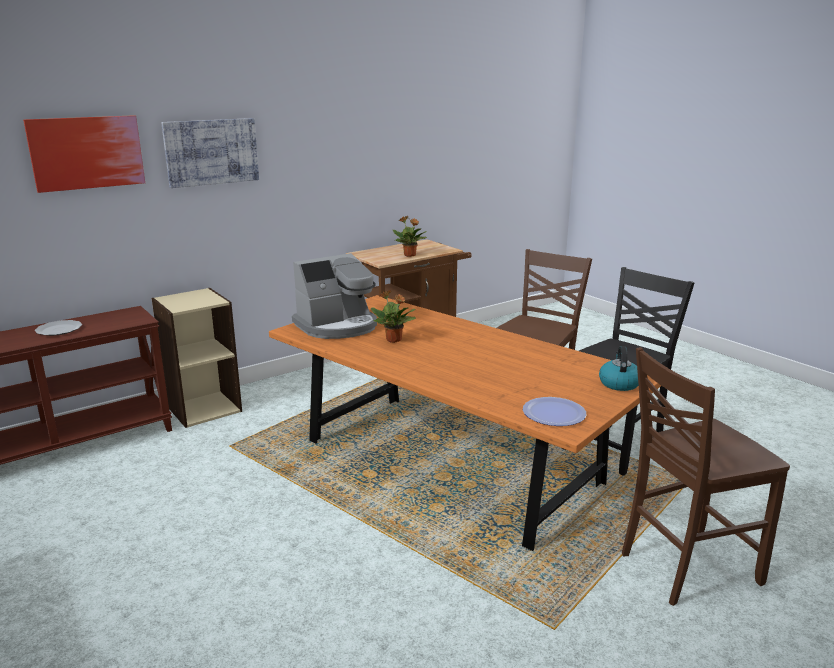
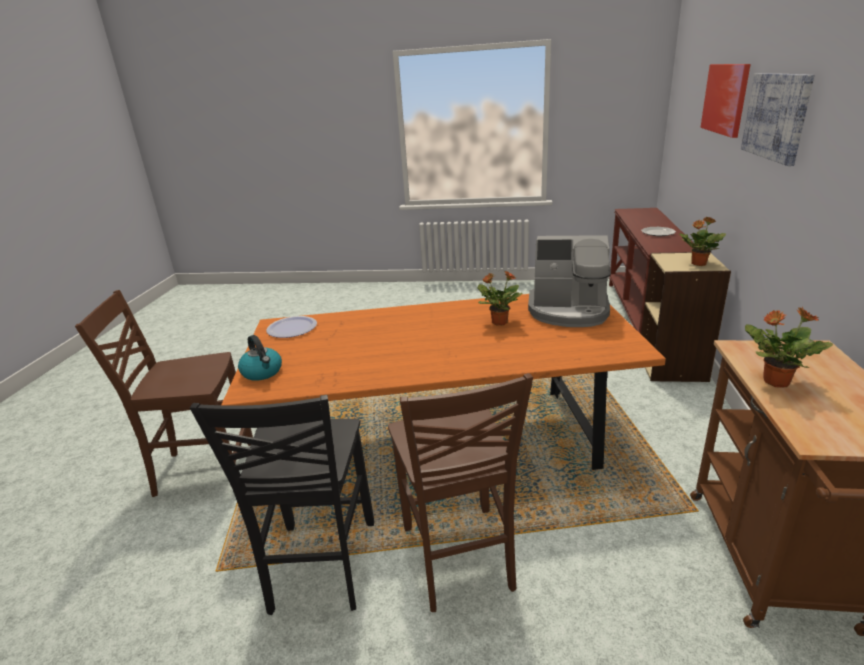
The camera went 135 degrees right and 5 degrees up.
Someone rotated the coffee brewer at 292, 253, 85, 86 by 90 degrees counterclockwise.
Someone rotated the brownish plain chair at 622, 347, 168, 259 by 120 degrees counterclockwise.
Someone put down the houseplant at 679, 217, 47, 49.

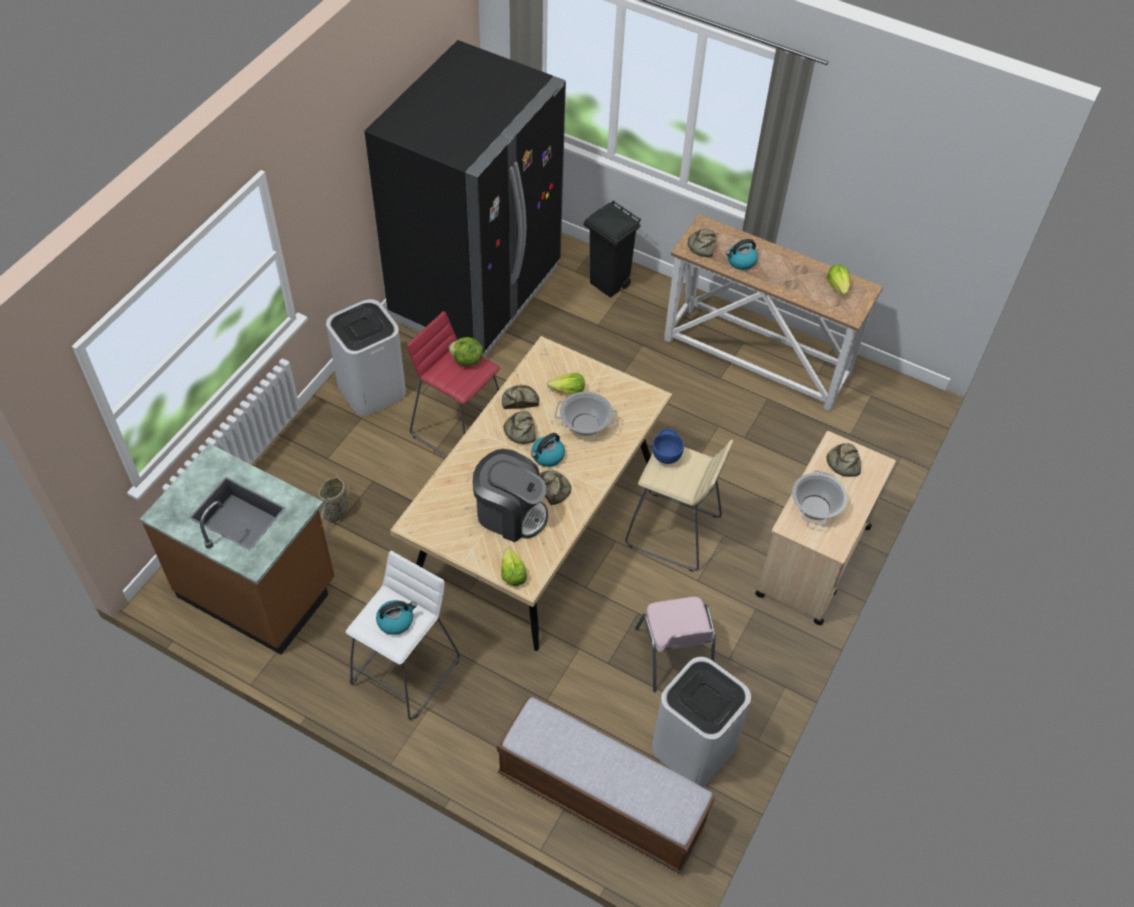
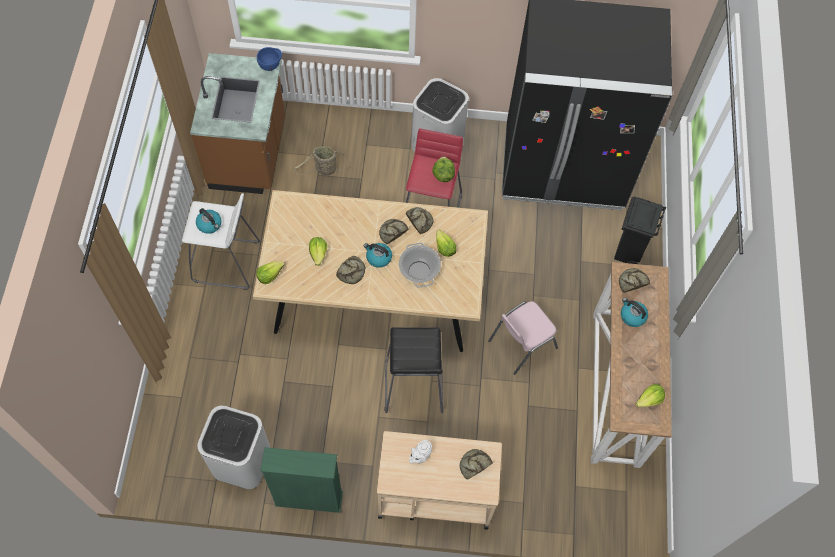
The camera went 65 degrees right and 10 degrees up.
Someone swapped the coffee brewer at 472, 449, 76, 93 for the lettuce at 309, 237, 18, 29.
Someone took away the long seat at 497, 697, 218, 177.
Someone repainted the beige sitting stool at 625, 440, 109, 132, which became the blackish sitting stool at 385, 327, 58, 86.
Someone carried the pinkish plain chair from 635, 597, 81, 96 to 488, 301, 70, 74.
Someone carried the blue-coloured serving bowl from 652, 429, 32, 35 to 257, 47, 25, 24.
Someone swapped the cooking pot at 792, 470, 56, 55 for the whitish tea pot at 409, 440, 23, 24.
Someone put down the greenish bookshelf at 260, 447, 83, 66.

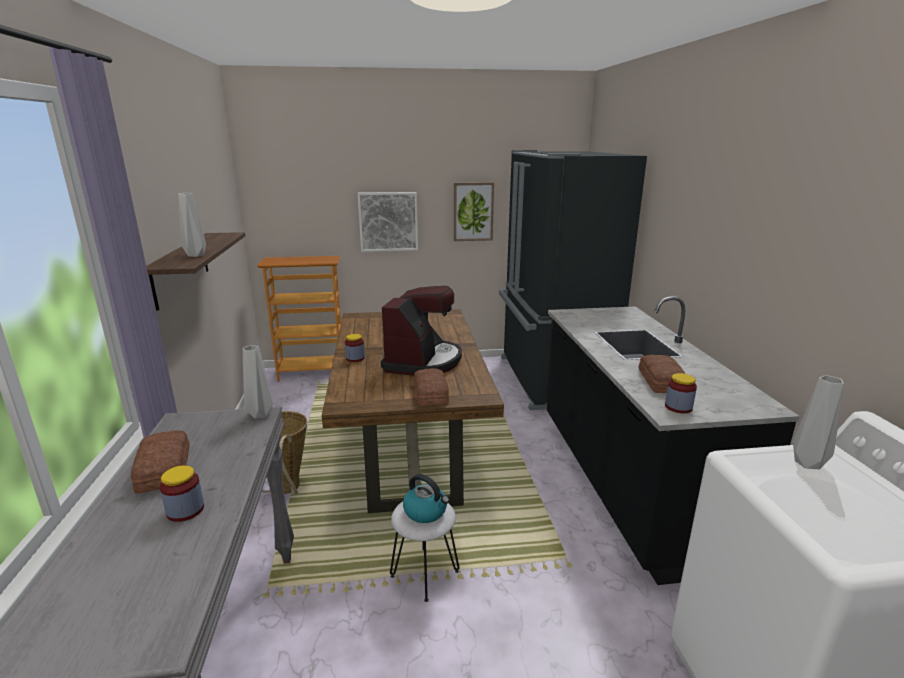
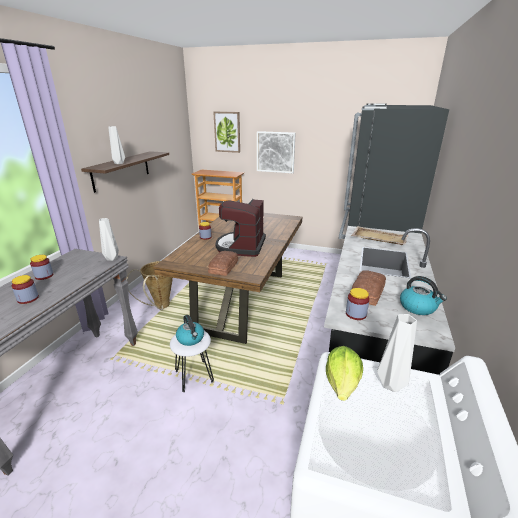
The camera went 25 degrees right and 5 degrees up.
Someone swapped the bread at 131, 430, 59, 64 for the storage jar at 30, 255, 23, 25.
Someone rotated the coffee brewer at 381, 286, 81, 90 by 150 degrees clockwise.
Someone carried the wall picture from 454, 182, 40, 59 to 213, 112, 27, 41.
Someone put down the lettuce at 326, 346, 37, 55.
Someone put down the beige carrying tray at 351, 226, 57, 19.
Someone put down the water kettle at 400, 276, 47, 39.

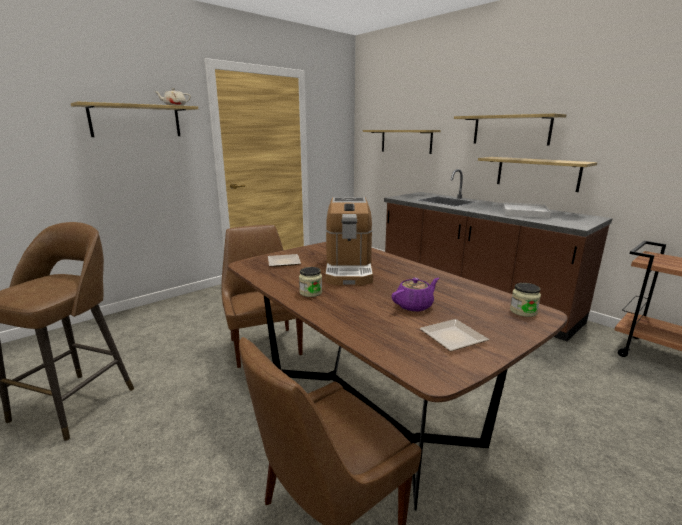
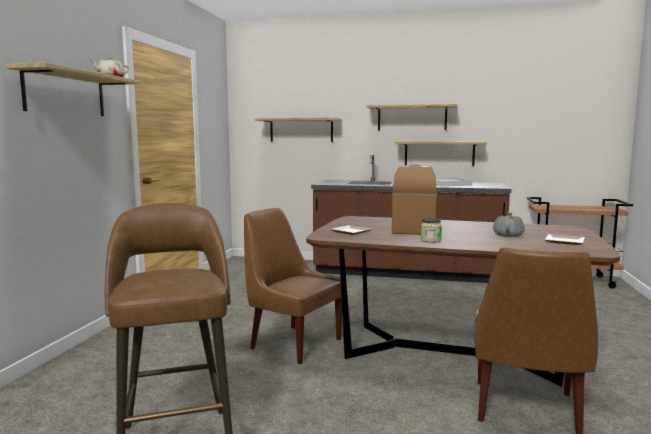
The camera went 35 degrees left and 10 degrees down.
Someone rotated the coffee brewer at 325, 197, 48, 88 by 135 degrees counterclockwise.
Someone repainted the purple tea pot at 392, 278, 47, 34, which became the gray tea pot at 493, 212, 32, 25.
Someone took away the storage jar at 510, 283, 31, 34.

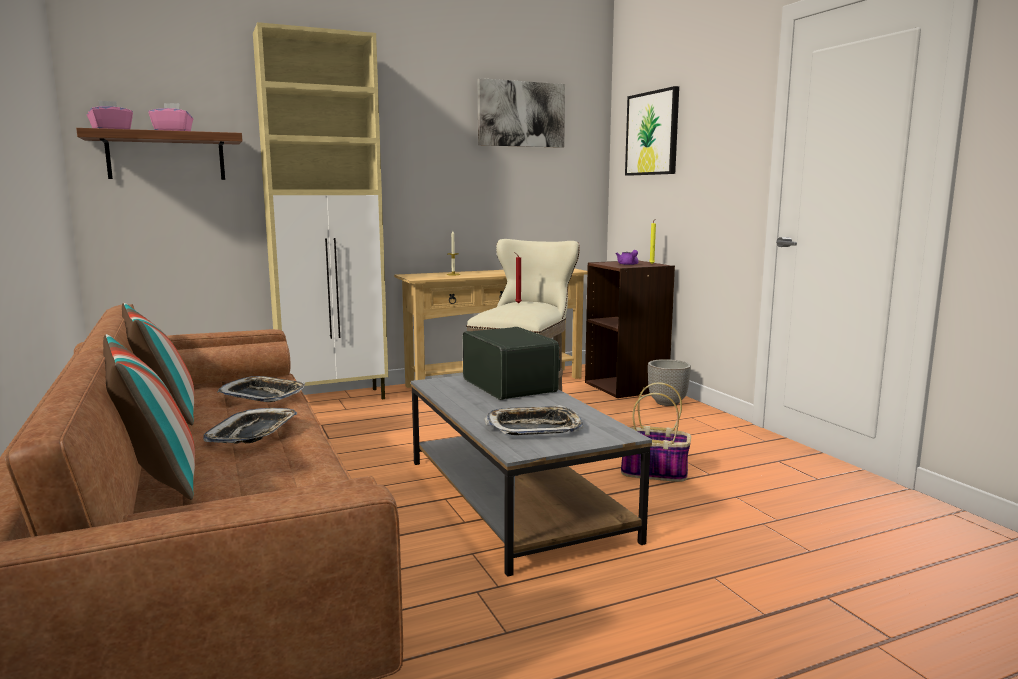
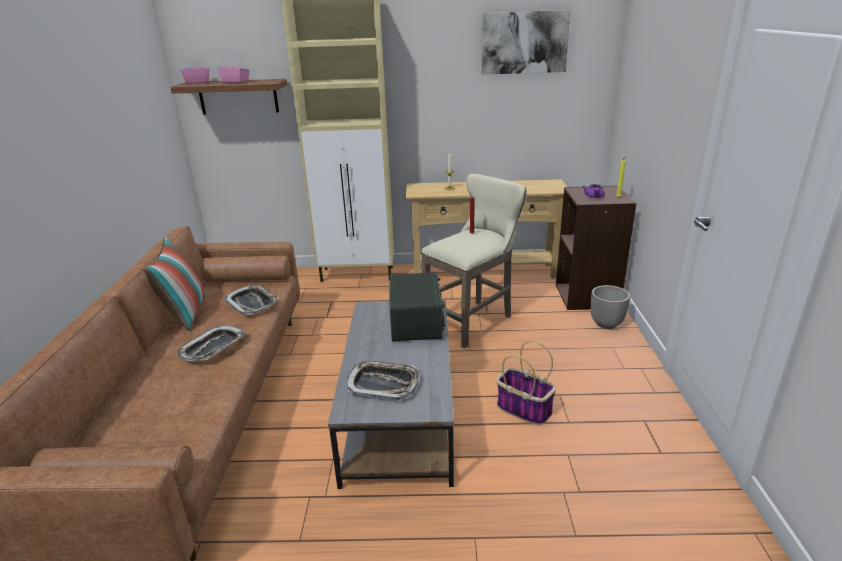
The camera went 25 degrees right and 15 degrees up.
Someone took away the cushion at 103, 334, 92, 166.
Someone took away the wall picture at 625, 86, 54, 90.

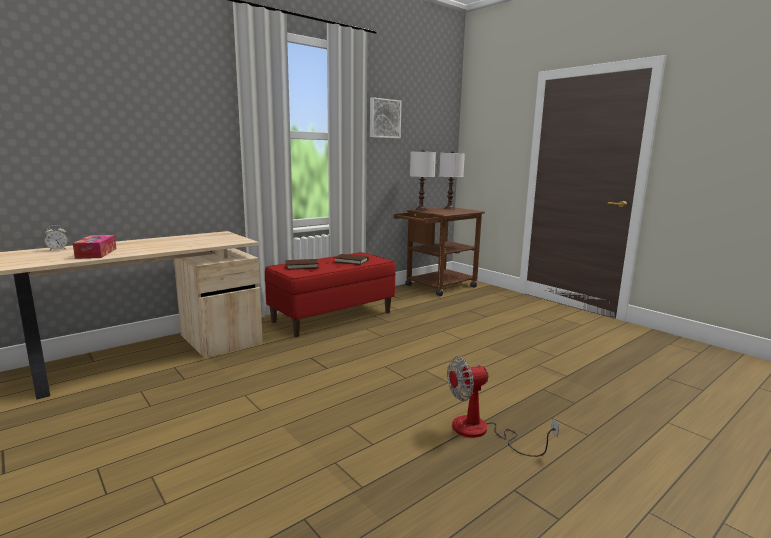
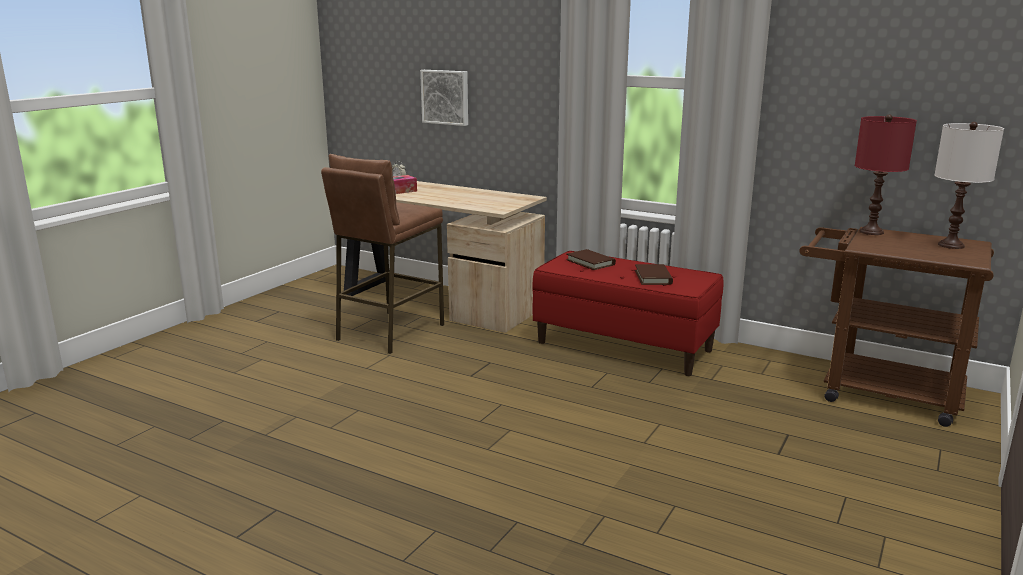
The camera went 70 degrees right and 5 degrees up.
Someone carried the wall picture from 370, 97, 32, 41 to 420, 70, 48, 56.
Someone repainted the whitish lamp for a table at 410, 149, 26, 62, which became the red-coloured lamp for a table at 855, 114, 62, 121.
Someone took away the cooling fan at 447, 356, 112, 101.
Someone put down the brownish sitting stool at 321, 154, 123, 200.

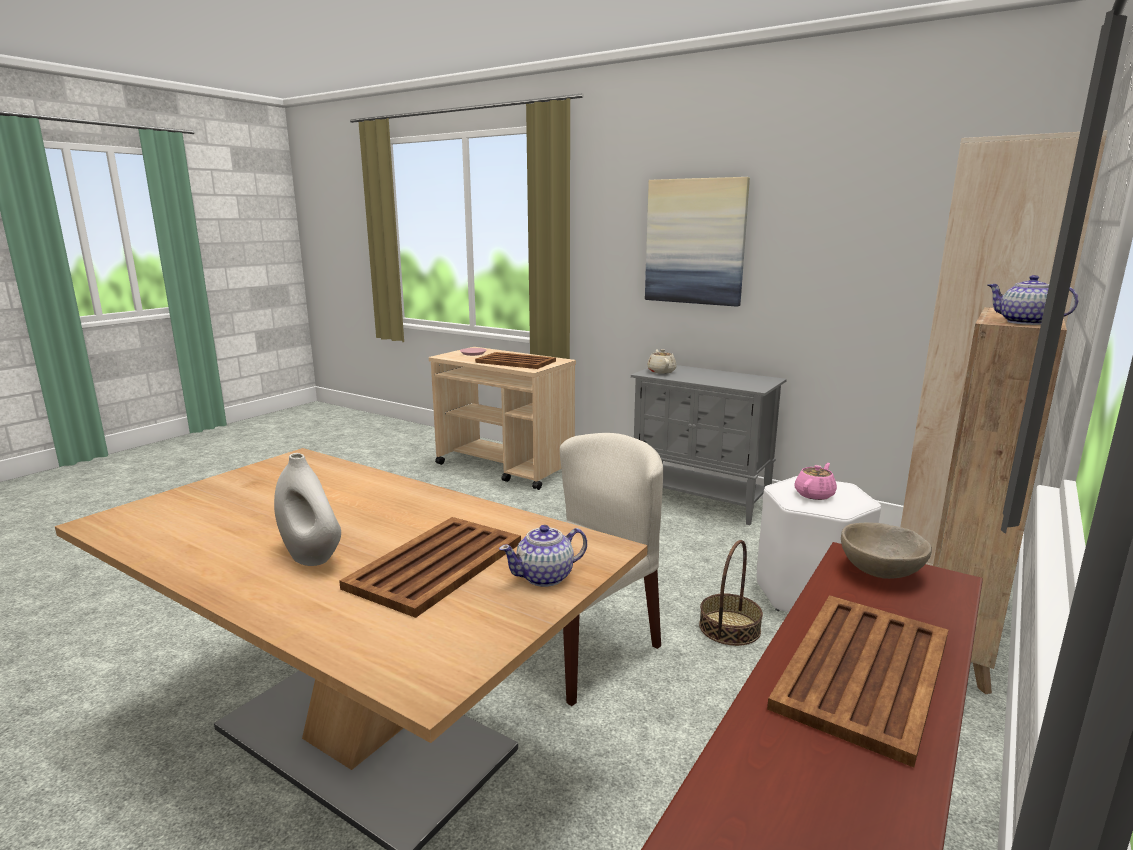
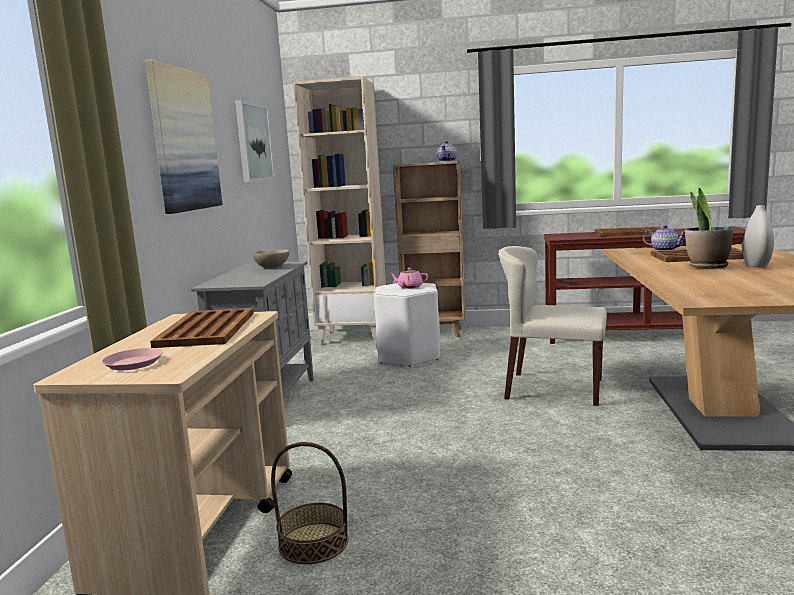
The camera went 115 degrees left and 5 degrees down.
Someone took away the beige tea pot at 647, 349, 30, 25.
Someone carried the basket from 699, 540, 64, 106 to 271, 442, 77, 122.
Someone carried the beige serving bowl from 841, 522, 91, 57 to 252, 249, 37, 19.
Someone put up the wall picture at 235, 100, 40, 82.
Someone put down the houseplant at 685, 188, 48, 80.

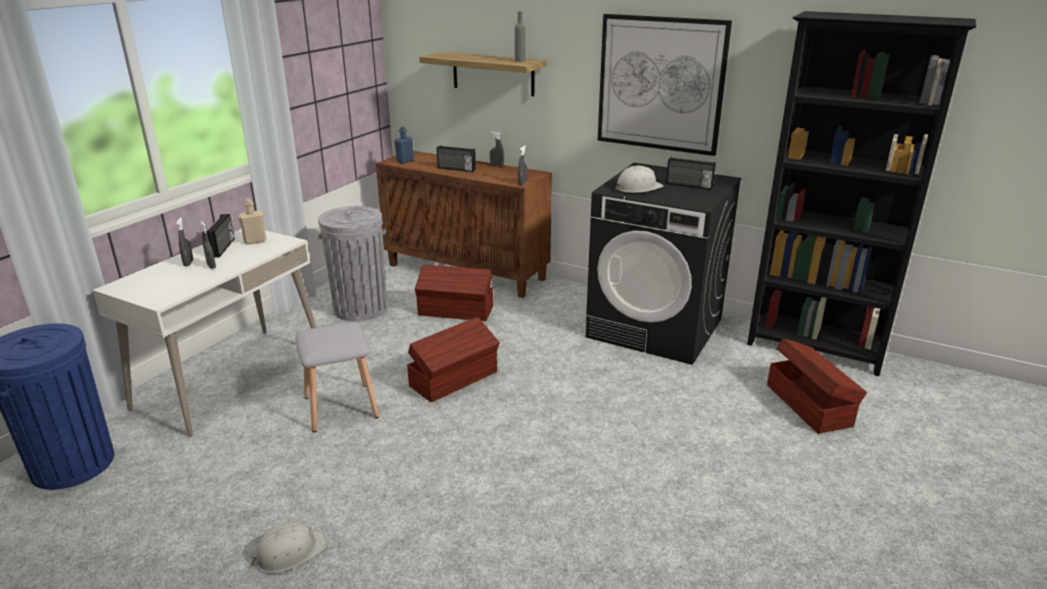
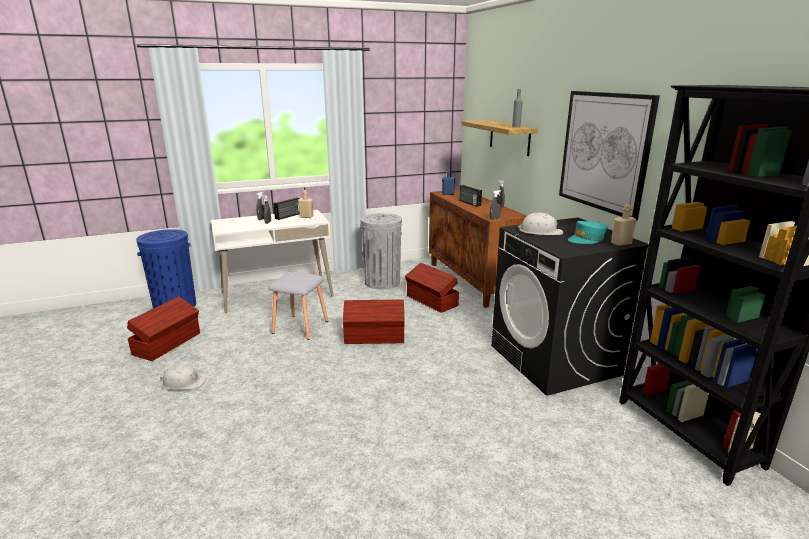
The camera went 40 degrees right and 5 degrees down.
Someone swapped the radio set at 666, 157, 50, 33 for the blue-green baseball cap at 568, 221, 40, 23.
Someone carried the brownish storage bin from 767, 338, 100, 96 to 127, 297, 73, 64.
Someone put down the beige drink bottle at 611, 205, 25, 41.

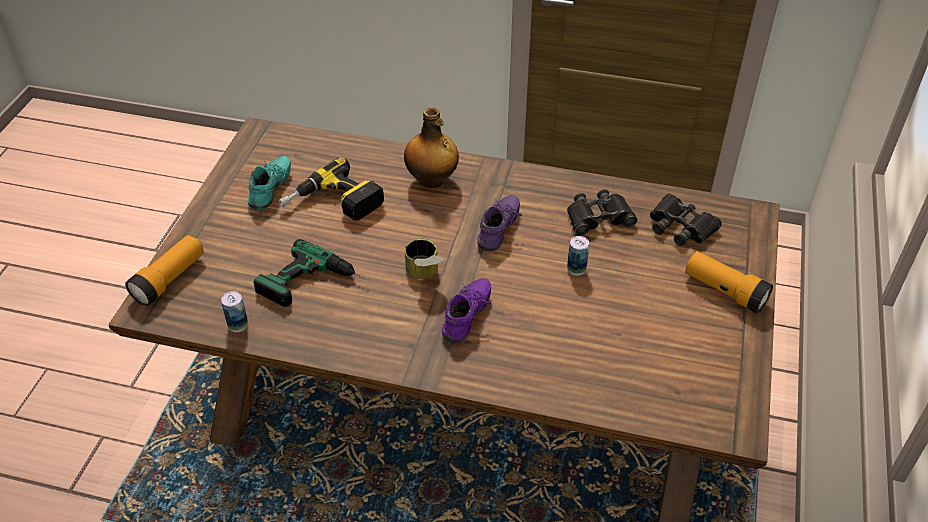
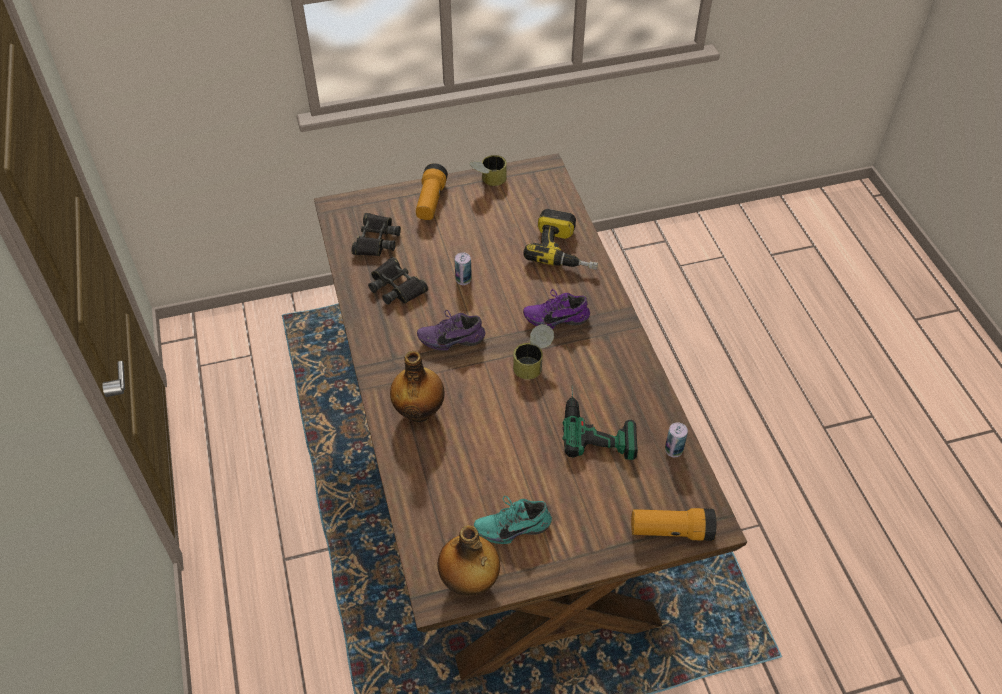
The camera went 120 degrees left and 5 degrees up.
Someone carried the drill from 278, 157, 106, 64 to 523, 209, 75, 61.
Someone put down the drink bottle at 438, 525, 62, 71.
Someone put down the metal can at 470, 155, 37, 31.

